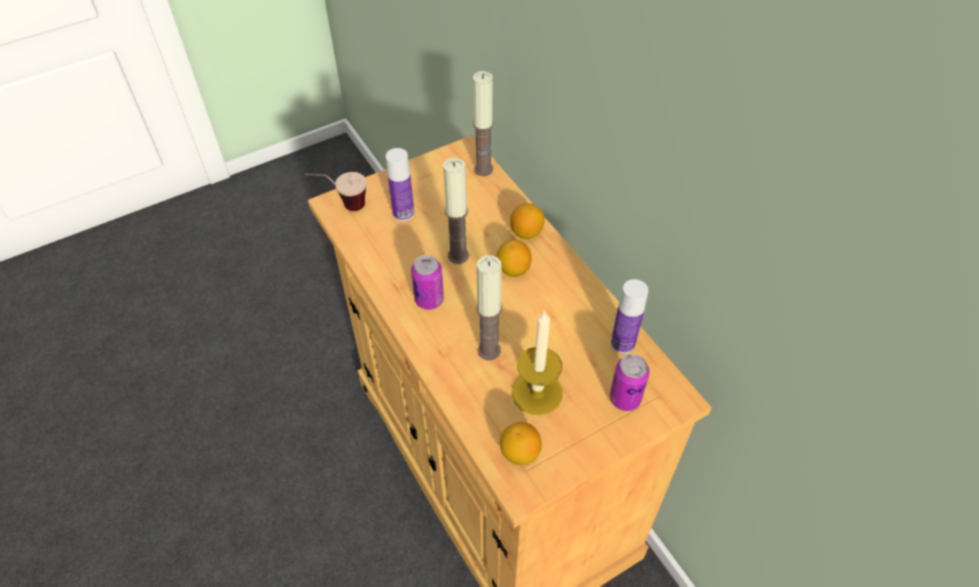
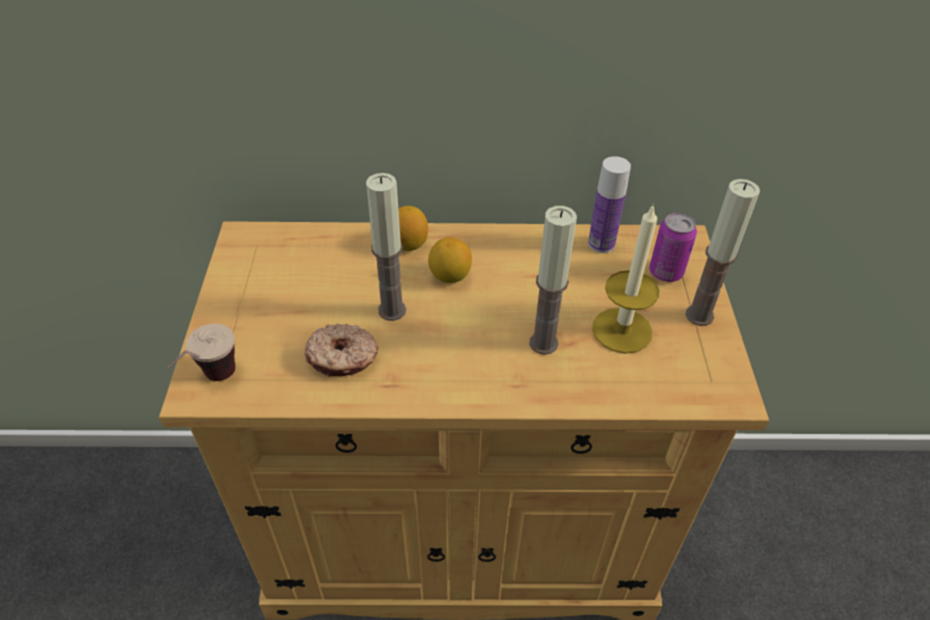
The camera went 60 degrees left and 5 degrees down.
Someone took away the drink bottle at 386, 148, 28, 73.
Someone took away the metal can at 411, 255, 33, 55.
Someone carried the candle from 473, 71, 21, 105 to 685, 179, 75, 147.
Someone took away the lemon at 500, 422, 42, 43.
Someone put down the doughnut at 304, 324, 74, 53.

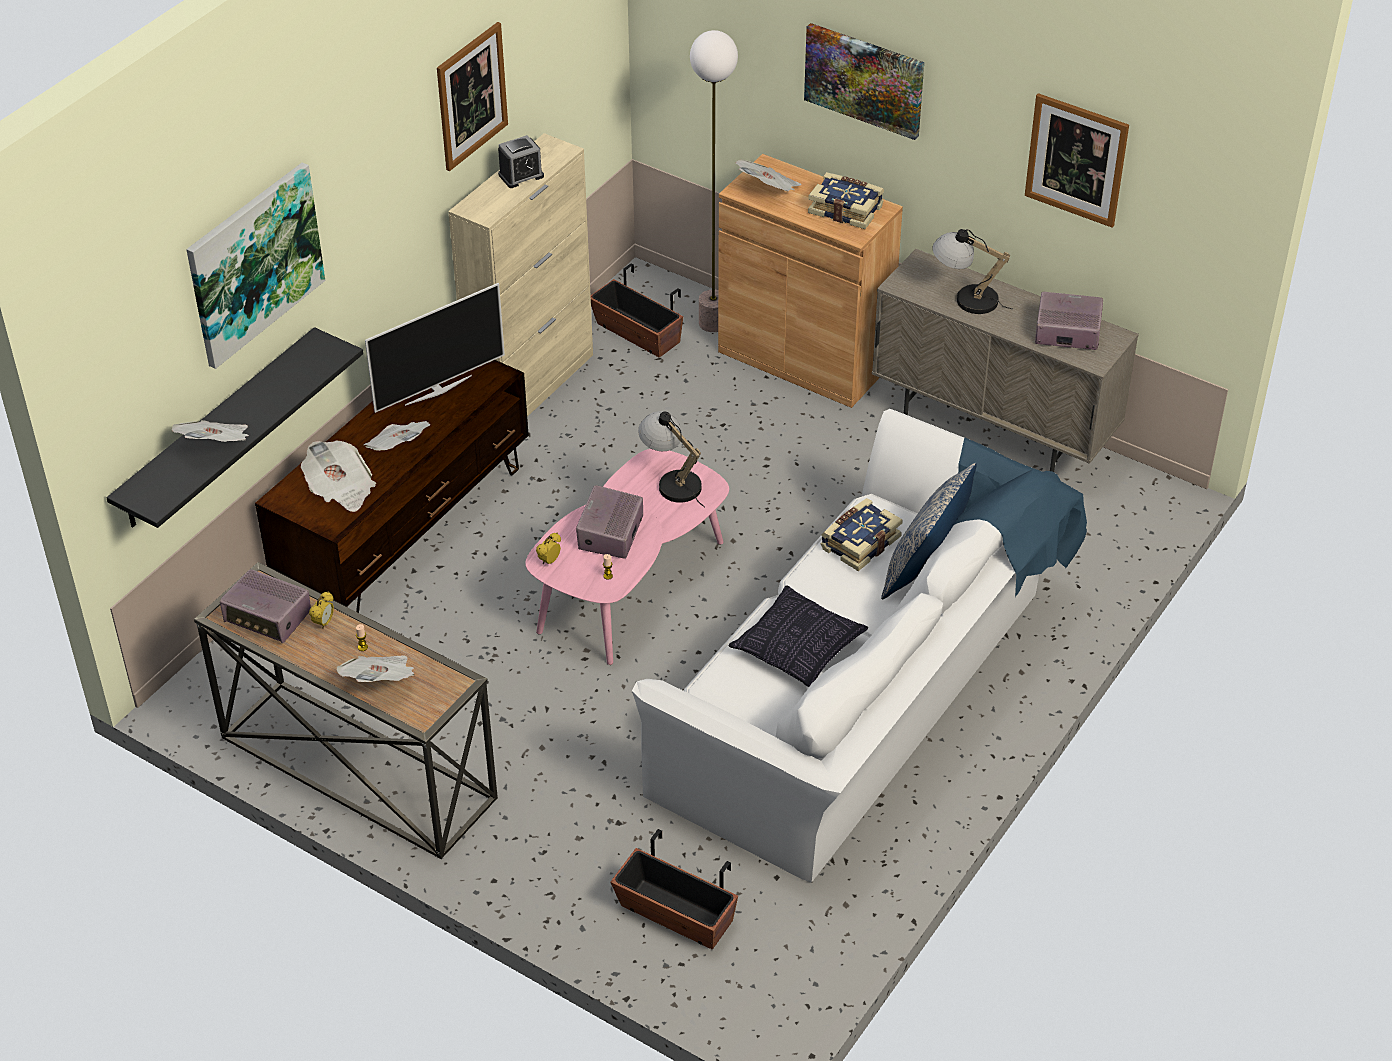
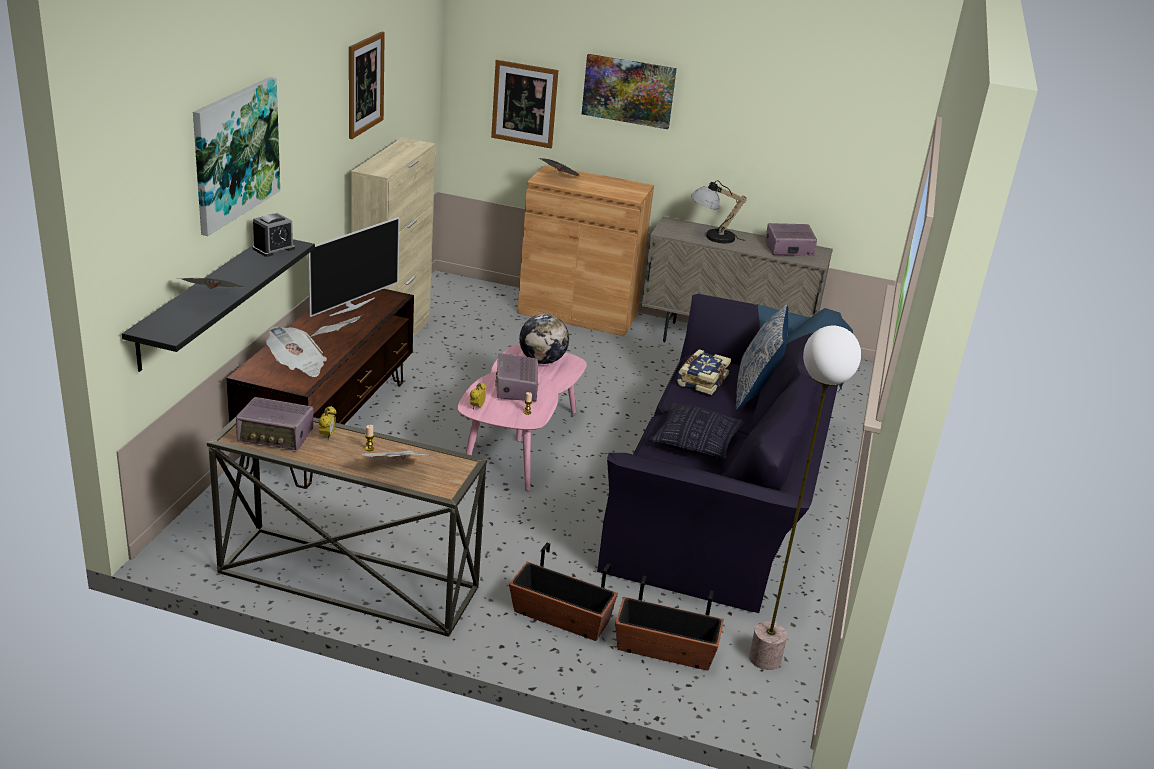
The camera went 20 degrees left and 15 degrees down.
Someone carried the bedside clock from 498, 135, 46, 53 to 253, 213, 42, 44.
Someone carried the plant pot from 591, 264, 92, 93 to 509, 543, 109, 98.
Someone repainted the whitish sofa at 632, 409, 455, 474, which became the blackish sofa at 597, 294, 256, 319.
Someone swapped the lamp for a table at 638, 411, 67, 97 for the globe at 519, 314, 50, 50.
Someone carried the floor lamp from 690, 30, 48, 302 to 749, 326, 112, 344.
Someone took away the volume at 808, 172, 76, 57.
Someone carried the wall picture from 1025, 93, 104, 135 to 491, 60, 67, 88.

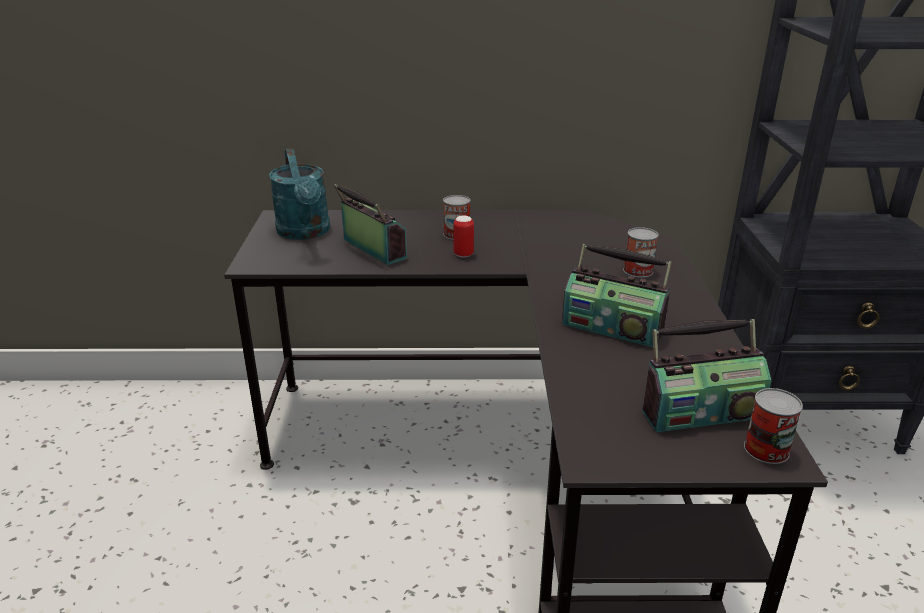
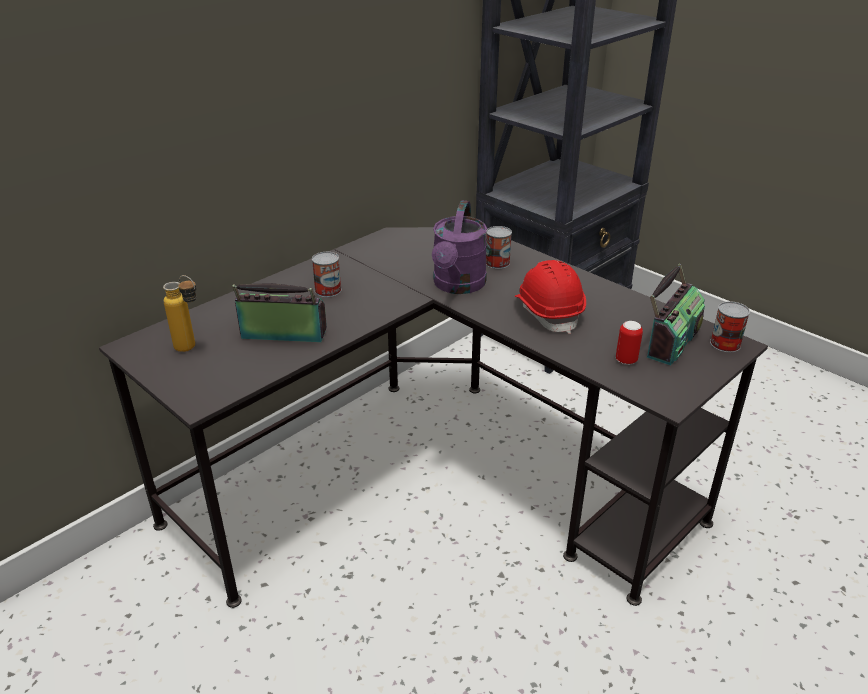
The camera went 45 degrees left and 5 degrees up.
Someone swapped the blue-green watering can at 269, 148, 61, 92 for the drink bottle at 163, 275, 33, 77.
Someone carried the metal can from 453, 216, 21, 42 to 616, 321, 27, 44.
Someone swapped the radio set at 562, 244, 110, 103 for the red-coloured hard hat at 515, 260, 71, 74.
Someone put down the purple watering can at 432, 200, 55, 94.

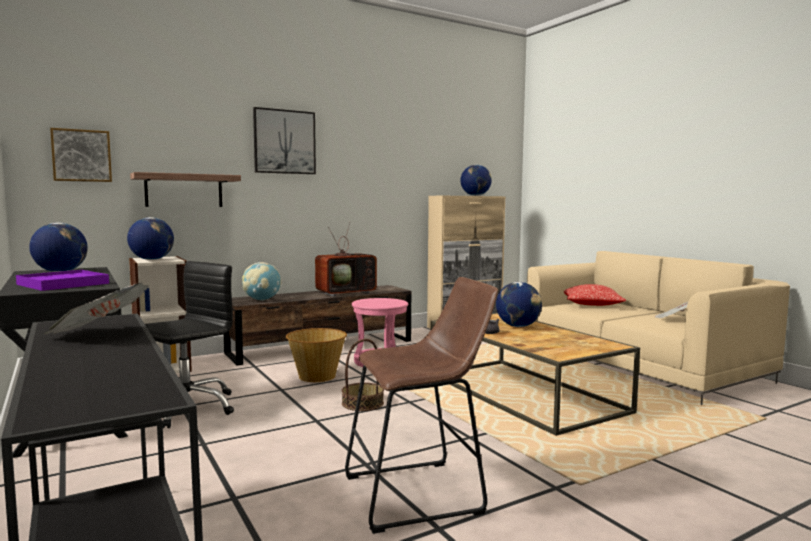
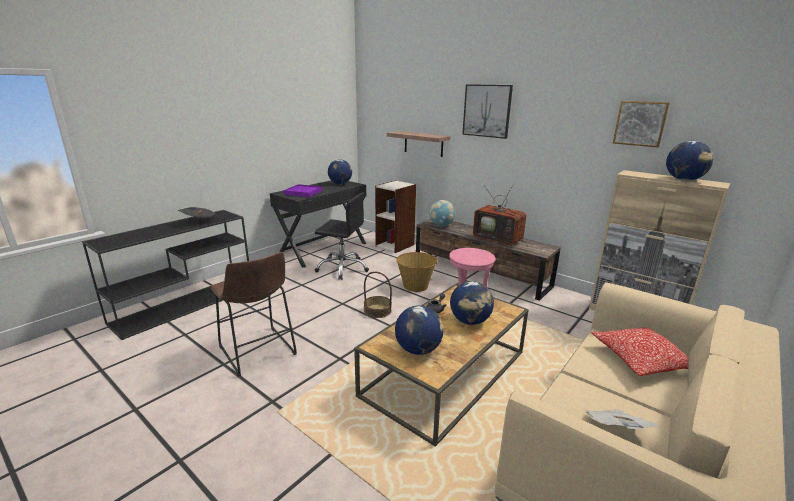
The camera went 70 degrees right and 15 degrees up.
Someone carried the wall picture from 50, 128, 62, 54 to 613, 101, 57, 46.
Someone carried the globe from 127, 217, 47, 43 to 395, 305, 48, 50.

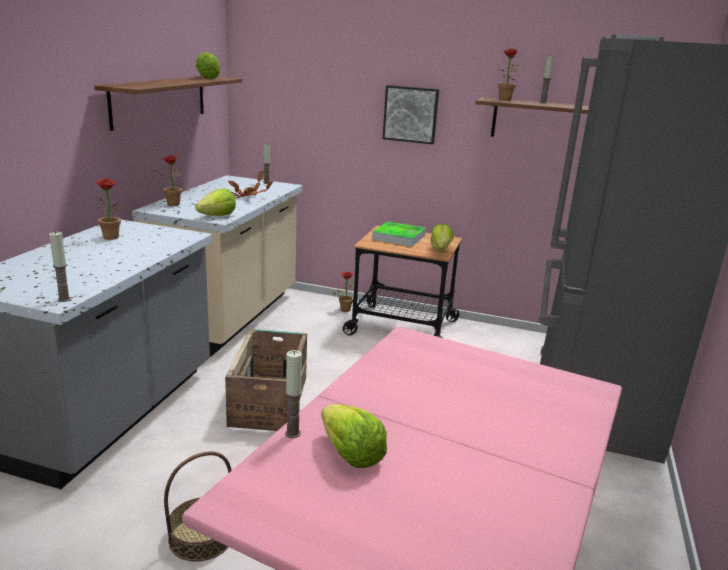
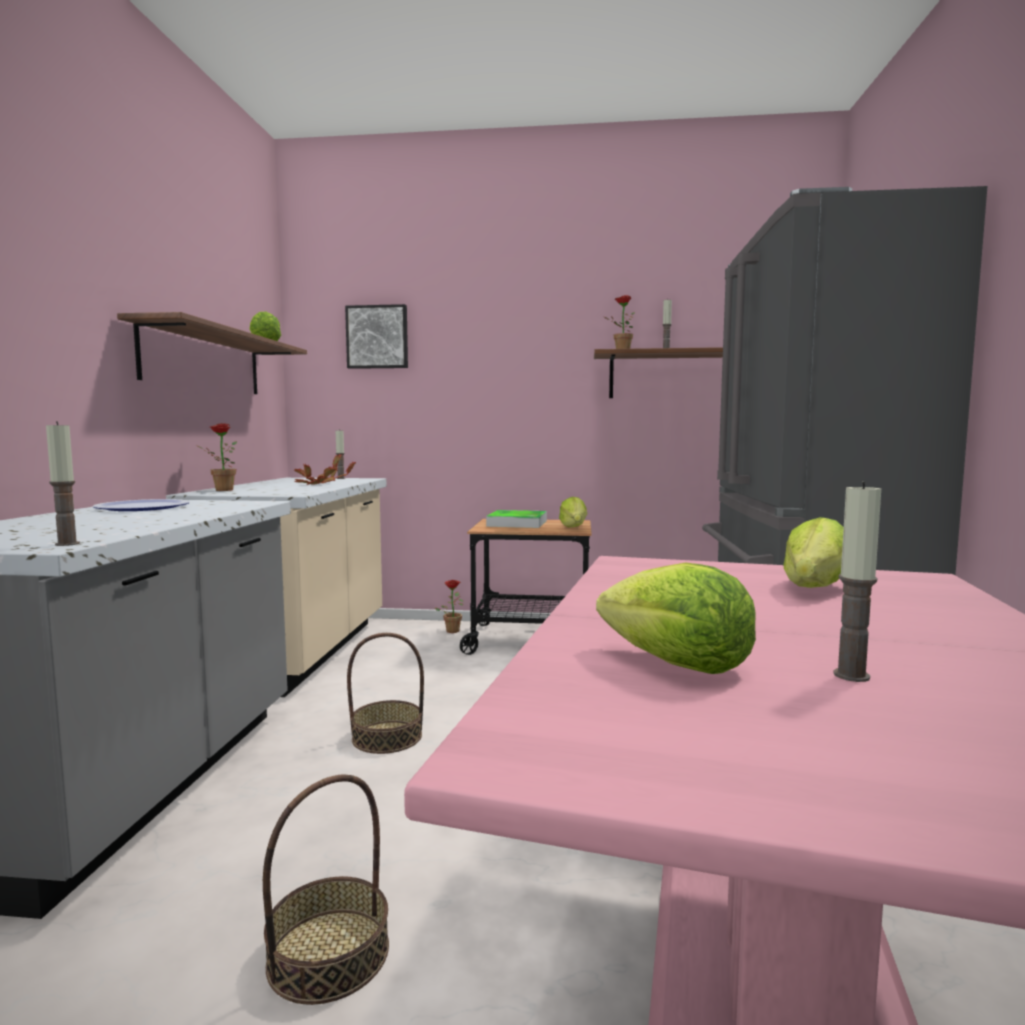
The camera went 10 degrees left and 15 degrees down.
Someone swapped the houseplant at 95, 178, 28, 62 for the plate at 92, 499, 98, 12.
Someone carried the lettuce from 195, 188, 41, 28 to 783, 517, 61, 71.
Someone swapped the packing crate at 225, 329, 82, 102 for the basket at 347, 633, 77, 121.
Someone carried the candle from 285, 350, 17, 88 to 833, 482, 48, 200.
Someone carried the wall picture from 383, 85, 56, 59 to 345, 304, 63, 65.

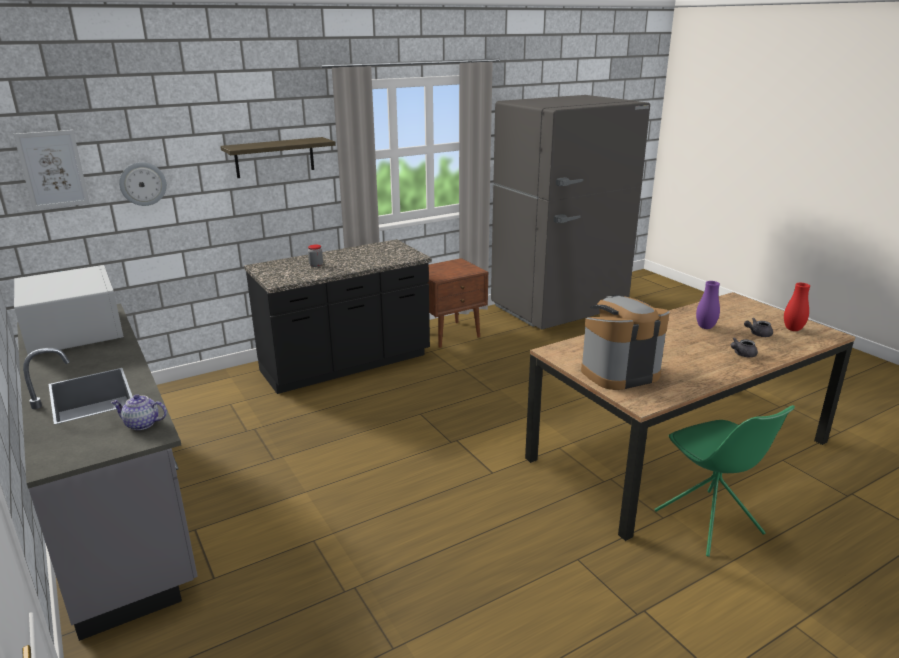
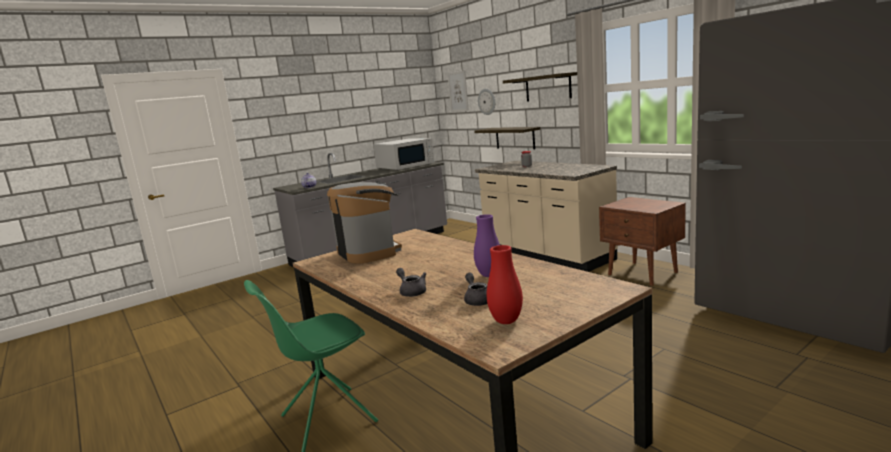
The camera went 85 degrees right and 10 degrees down.
Someone repainted the blackish counter at 244, 239, 188, 155, which became the beige counter at 475, 161, 143, 111.
Someone put up the wall shelf at 474, 127, 66, 22.

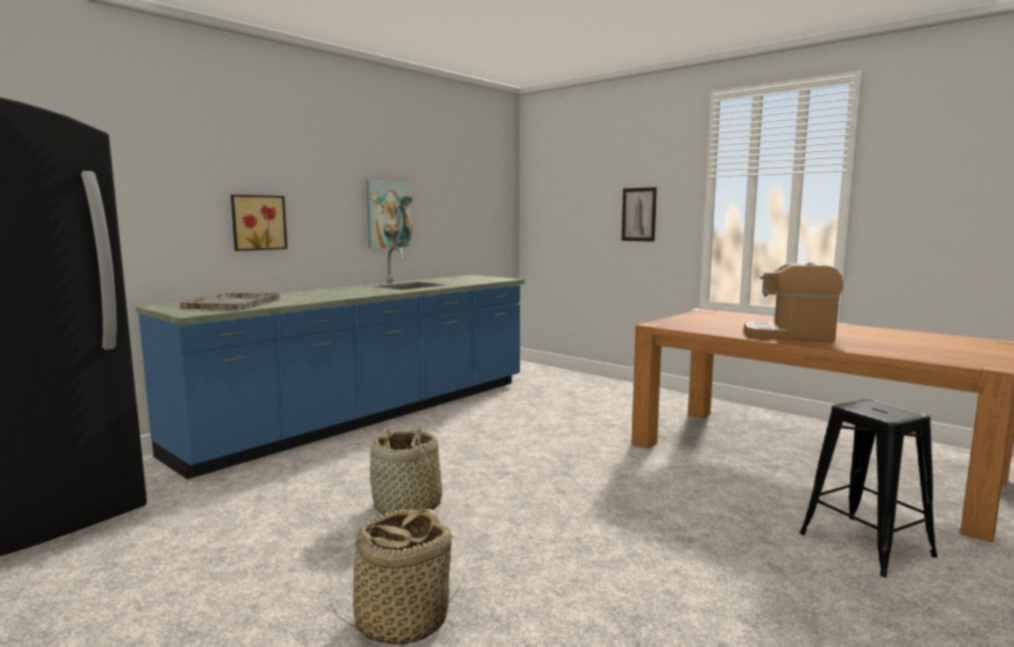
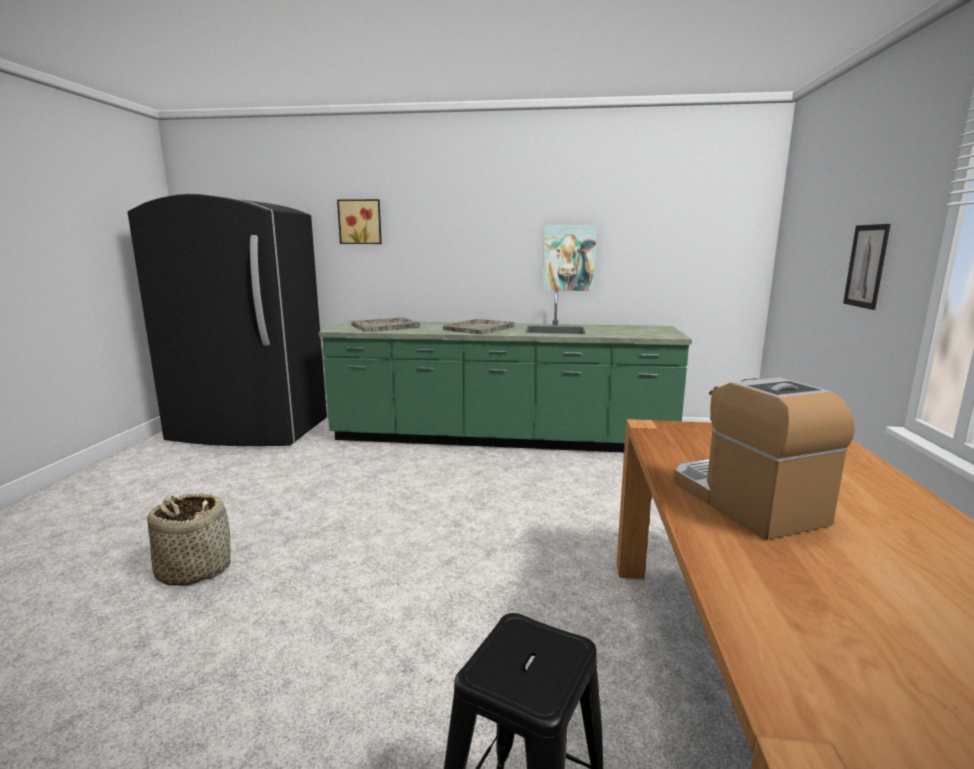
The camera went 55 degrees right and 5 degrees up.
Someone repainted the blue-coloured counter at 136, 247, 389, 232, which became the greenish counter at 319, 290, 373, 162.
Someone carried the wall picture from 231, 195, 56, 56 to 337, 199, 45, 45.
Someone took away the basket at 370, 427, 72, 88.
Someone put down the gray carrying tray at 443, 319, 71, 15.

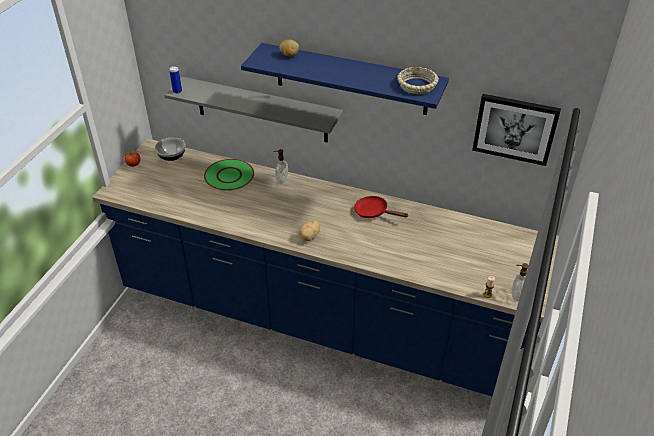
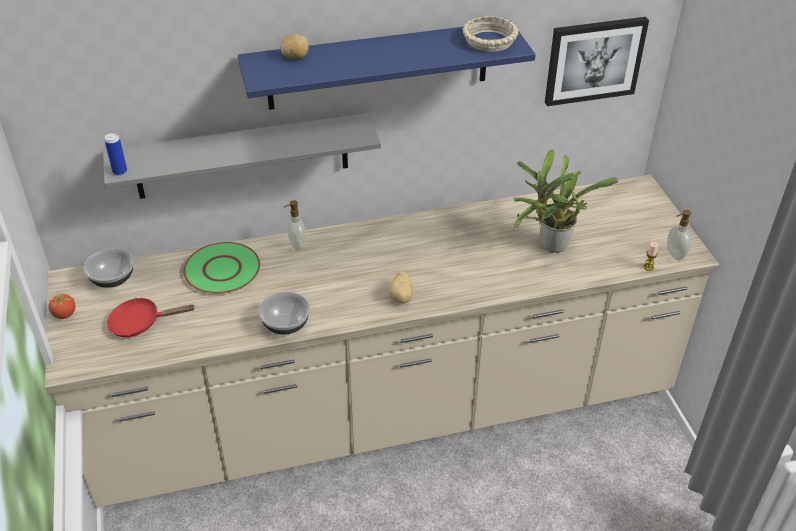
The camera went 35 degrees left and 0 degrees up.
Someone repainted the blue-coloured counter at 92, 139, 467, 257, which became the beige counter at 45, 174, 674, 334.
Someone carried the red-coloured skillet from 354, 196, 54, 22 to 107, 298, 88, 39.
Someone put down the serving bowl at 259, 292, 51, 43.
Someone put down the houseplant at 513, 149, 106, 104.

